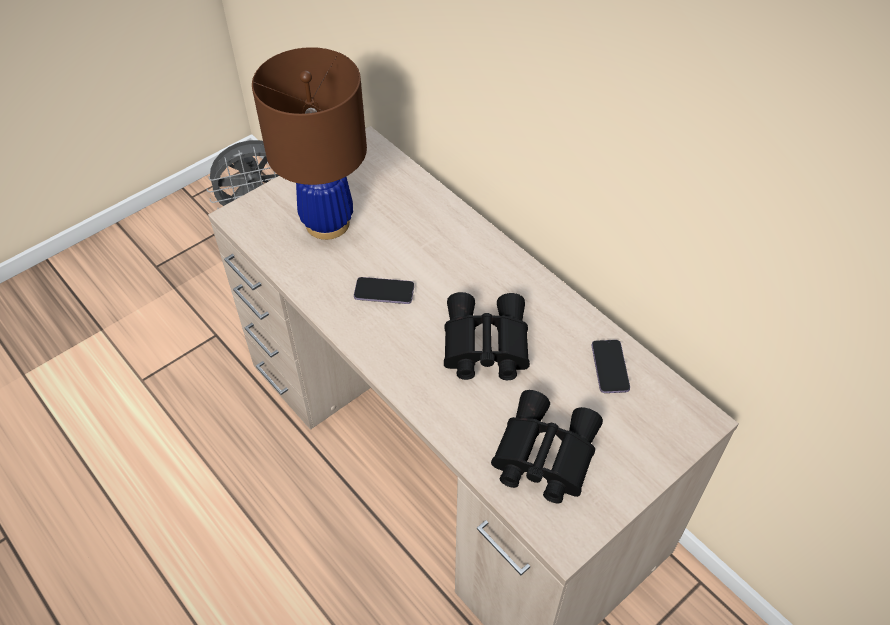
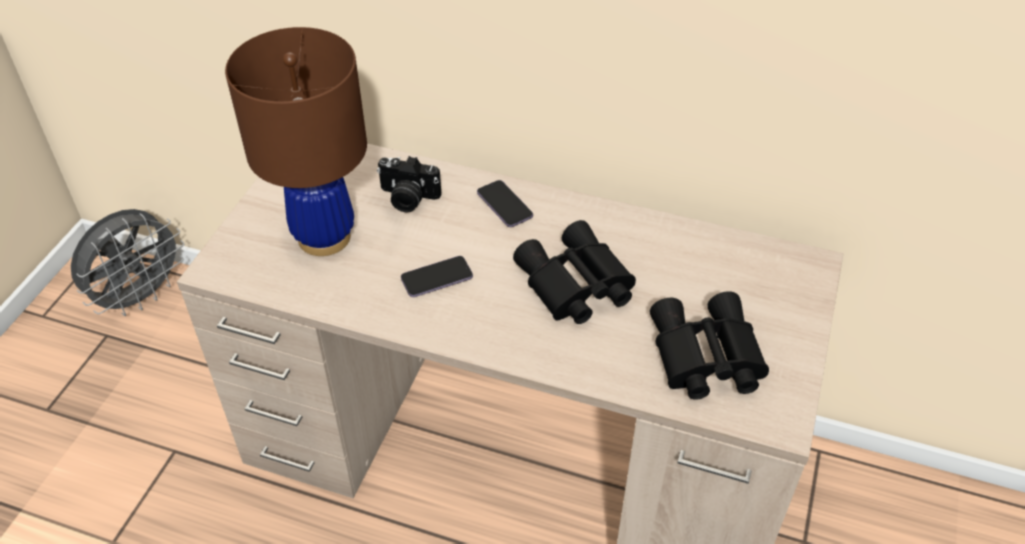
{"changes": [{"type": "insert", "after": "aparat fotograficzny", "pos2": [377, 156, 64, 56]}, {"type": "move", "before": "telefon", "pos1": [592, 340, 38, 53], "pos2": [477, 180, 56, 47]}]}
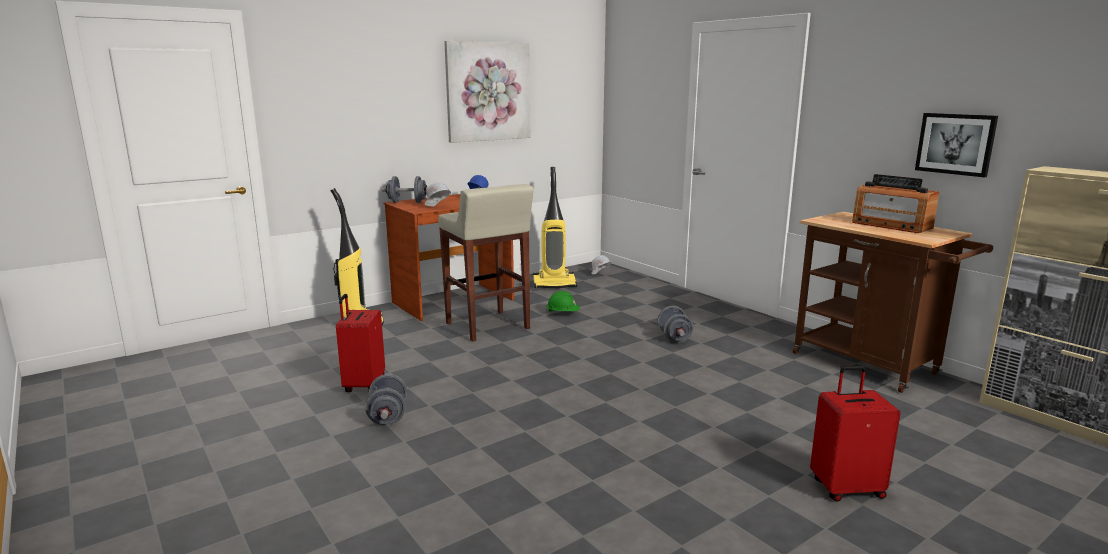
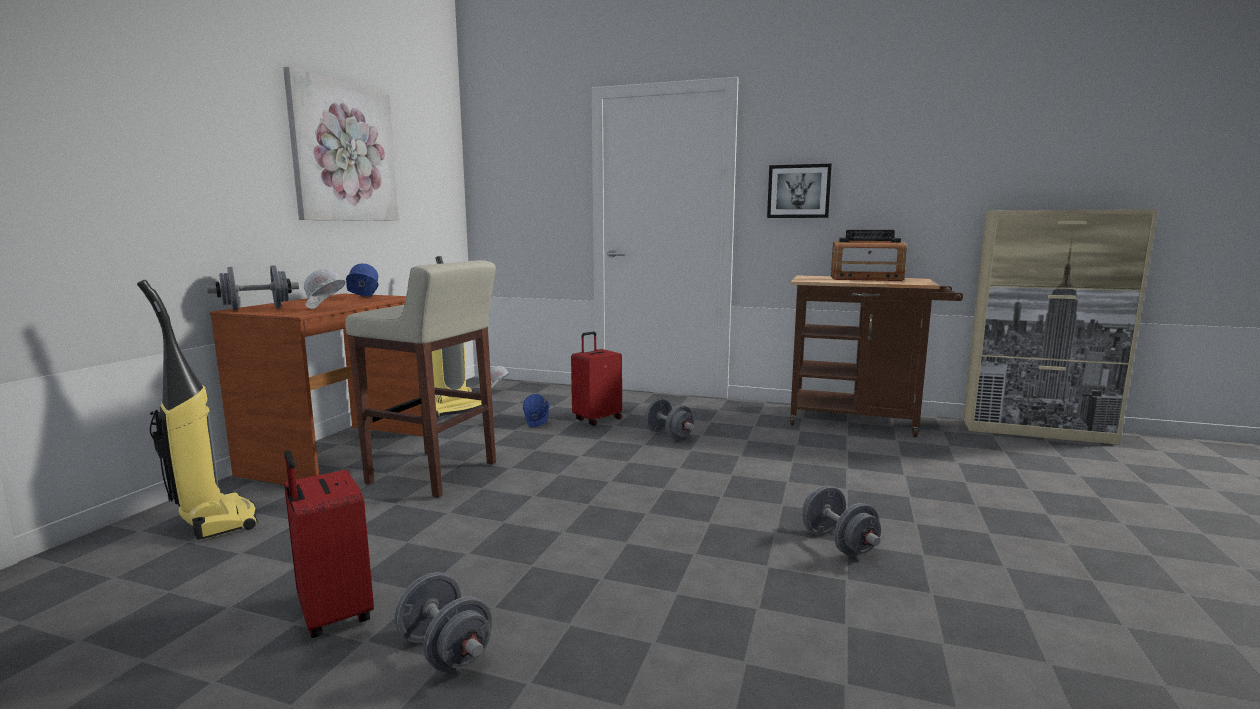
{"changes": [{"type": "delete", "before": "kask [zielony]", "pos1": [546, 291, 34, 22]}, {"type": "insert", "after": "kask [niebieski]", "pos2": [523, 394, 26, 33]}, {"type": "insert", "after": "hantel [szary]", "pos2": [803, 486, 78, 71]}, {"type": "move", "before": "walizka [czerwony]", "pos1": [810, 365, 91, 136], "pos2": [571, 332, 51, 94]}, {"type": "move", "before": "obraz", "pos1": [915, 113, 83, 64], "pos2": [767, 164, 65, 54]}]}
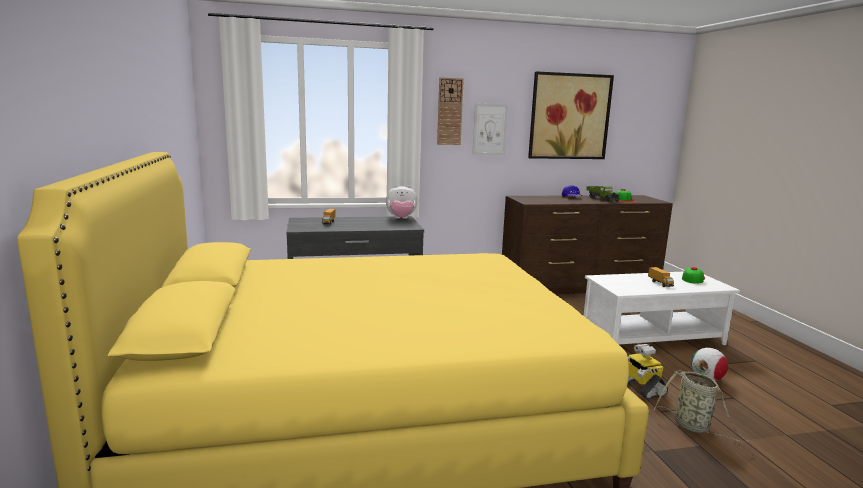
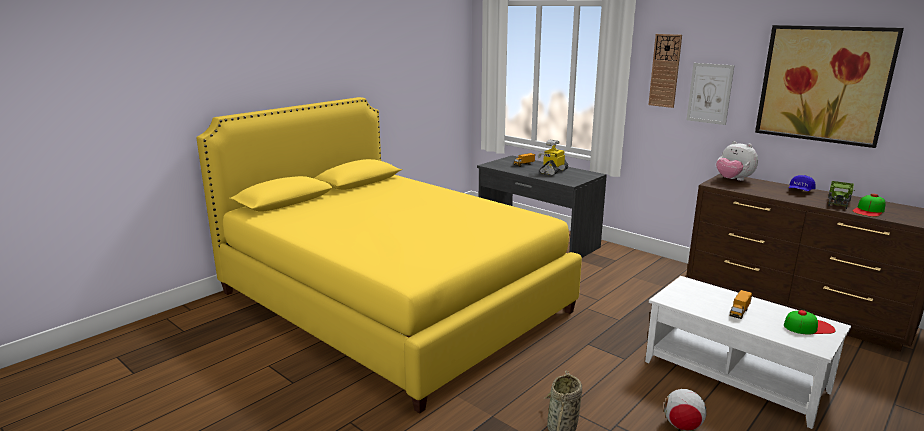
{"changes": [{"type": "move", "before": "pluszak", "pos1": [386, 185, 31, 34], "pos2": [716, 141, 42, 40]}, {"type": "move", "before": "robot zabawkowy", "pos1": [628, 344, 40, 55], "pos2": [538, 140, 30, 36]}]}
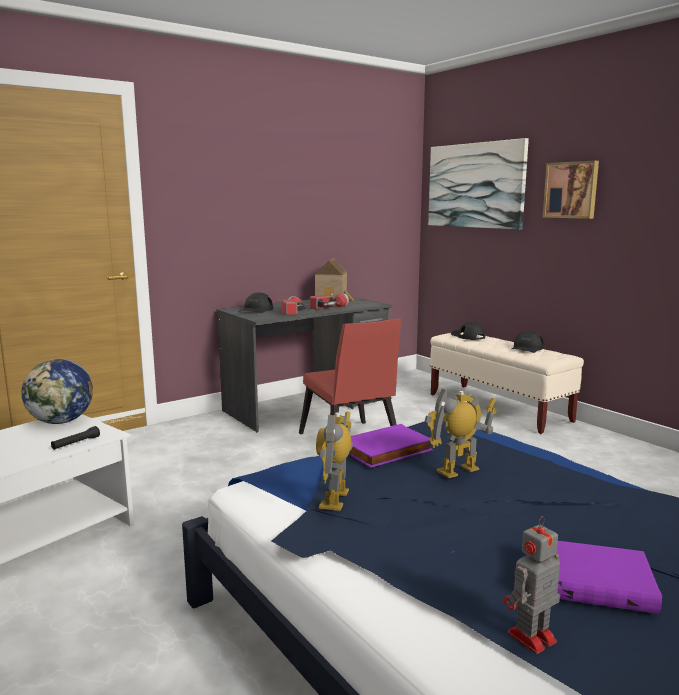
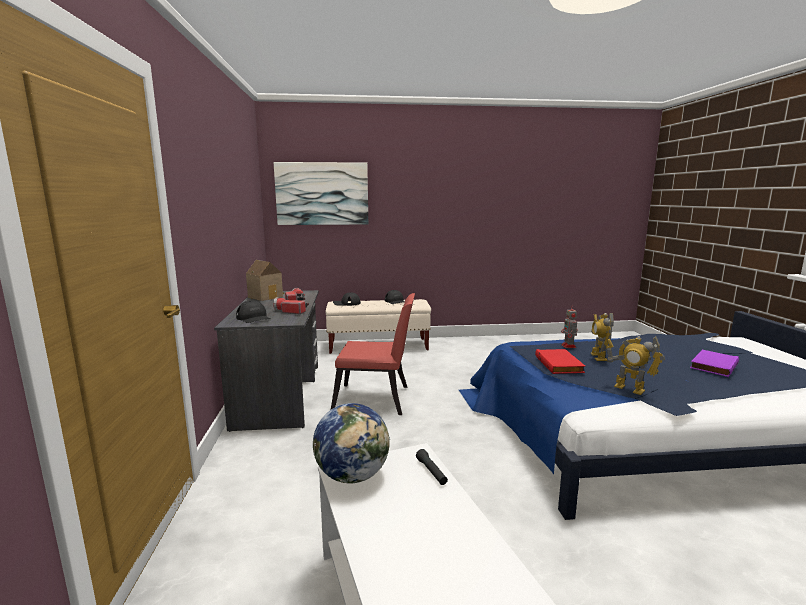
{"changes": [{"type": "delete", "before": "obraz", "pos1": [543, 161, 56, 58]}, {"type": "move", "before": "robot zabawkowy", "pos1": [504, 516, 56, 138], "pos2": [561, 305, 17, 43]}, {"type": "recolor", "before": "książka [fioletowy]", "after": "książka [czerwony]", "pos1": [349, 424, 84, 44], "pos2": [535, 349, 50, 25]}]}
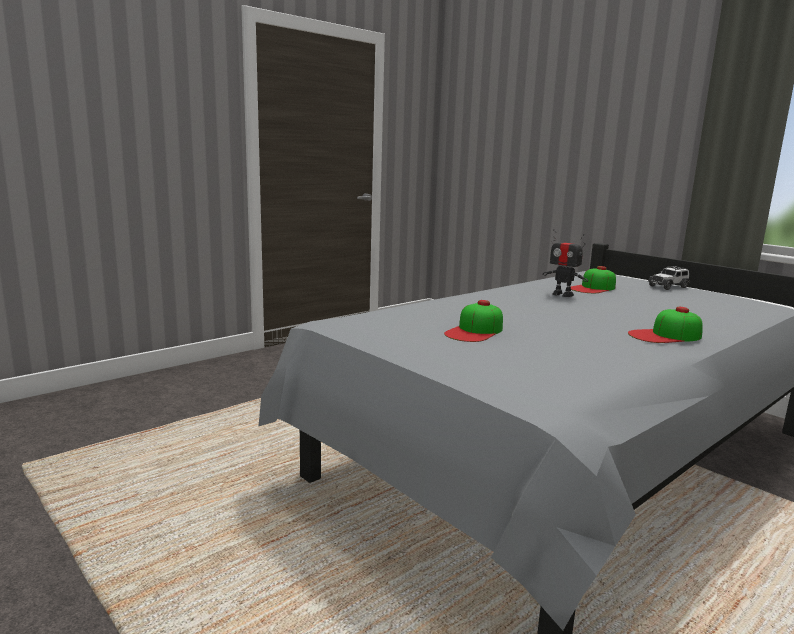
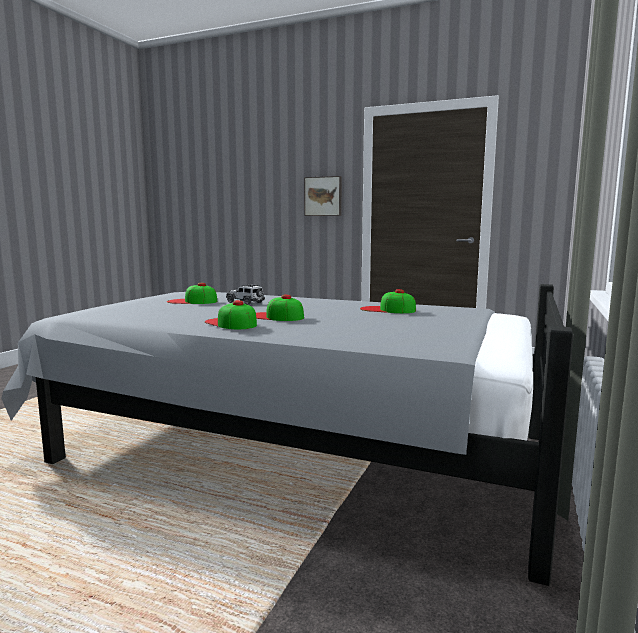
{"changes": [{"type": "delete", "before": "robot zabawkowy", "pos1": [542, 229, 46, 68]}, {"type": "insert", "after": "czapka z daszkiem", "pos2": [256, 294, 48, 27]}, {"type": "insert", "after": "obraz", "pos2": [304, 176, 38, 40]}, {"type": "move", "before": "samochodzik", "pos1": [648, 266, 42, 24], "pos2": [226, 284, 39, 21]}]}
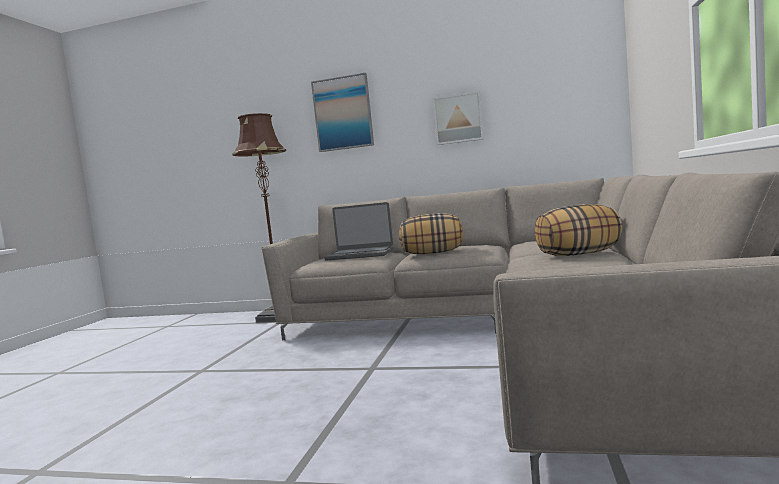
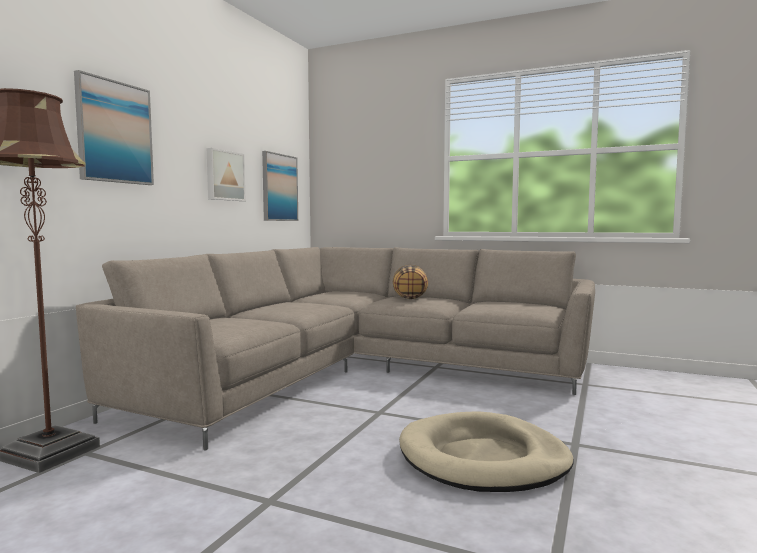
{"changes": [{"type": "delete", "before": "laptop", "pos1": [324, 202, 69, 58]}, {"type": "delete", "before": "poduszka", "pos1": [399, 213, 64, 41]}, {"type": "insert", "after": "obraz", "pos2": [262, 151, 36, 70]}, {"type": "insert", "after": "legowisko [beżowy]", "pos2": [399, 411, 175, 81]}]}
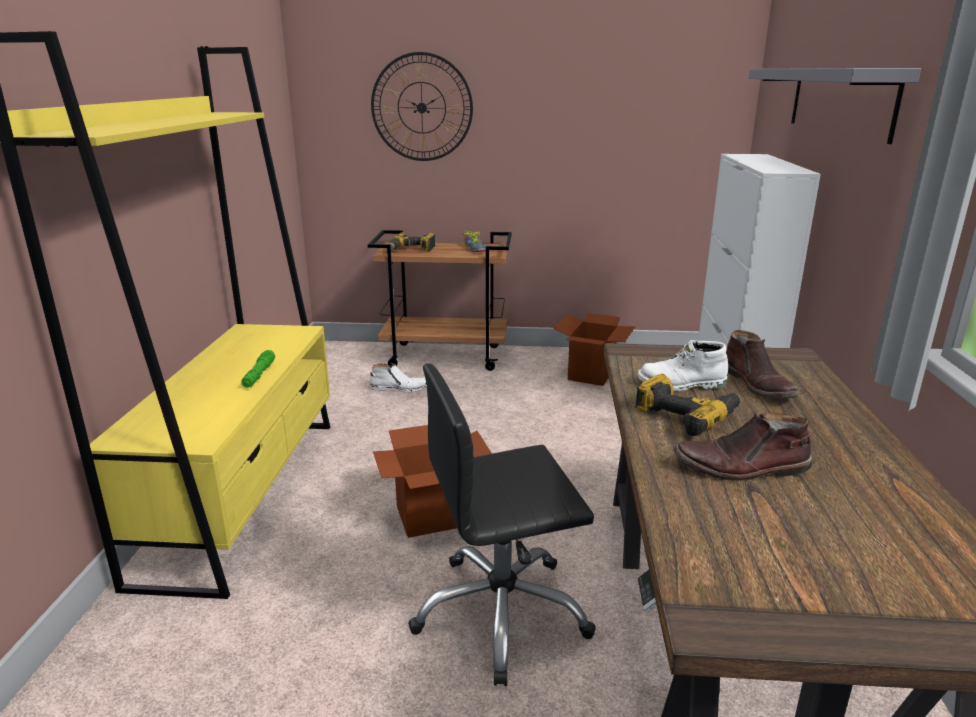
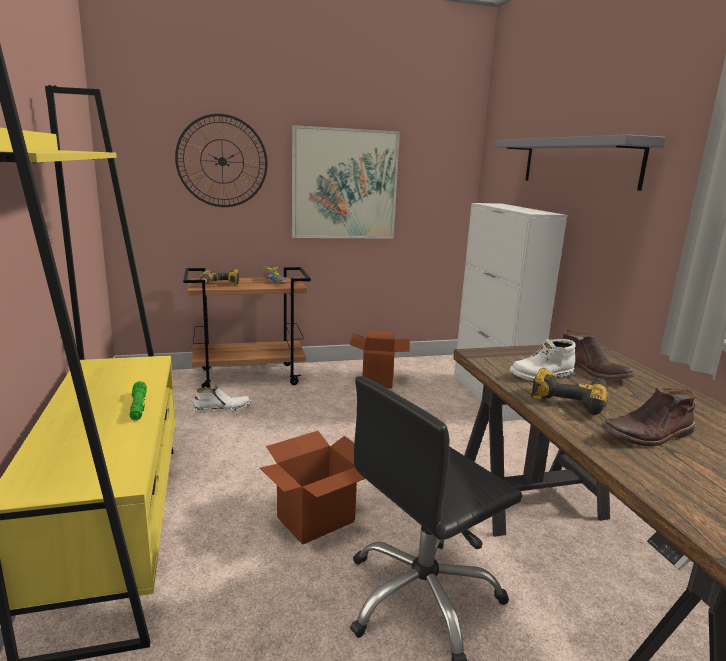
{"changes": [{"type": "insert", "after": "obraz", "pos2": [292, 125, 108, 114]}]}
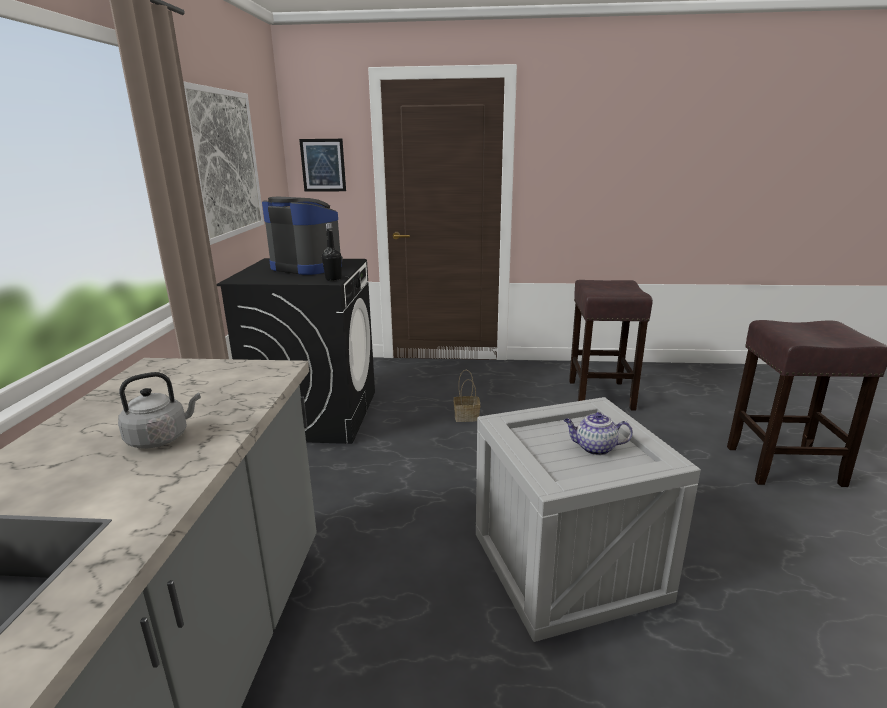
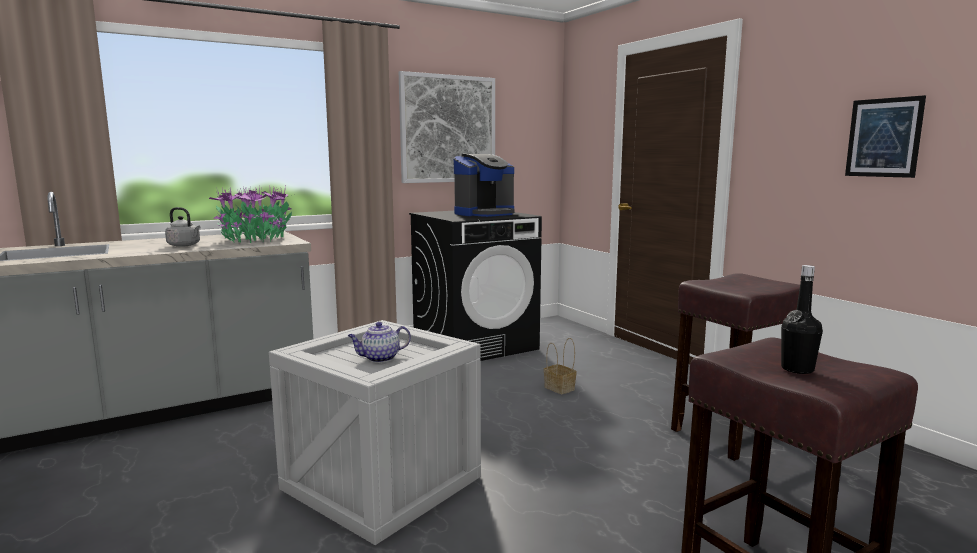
{"changes": [{"type": "insert", "after": "roślina doniczkowa", "pos2": [209, 185, 83, 58]}, {"type": "move", "before": "obraz", "pos1": [299, 139, 47, 53], "pos2": [845, 95, 81, 83]}, {"type": "move", "before": "butelka [czarny]", "pos1": [322, 223, 19, 58], "pos2": [781, 265, 42, 109]}, {"type": "rotate", "before": "ekspres do kawy", "pos1": [262, 197, 81, 78], "pos2": [454, 154, 61, 63], "turn": 60}, {"type": "rotate", "before": "imbryk", "pos1": [564, 412, 69, 44], "pos2": [348, 322, 63, 41], "turn": -90}]}
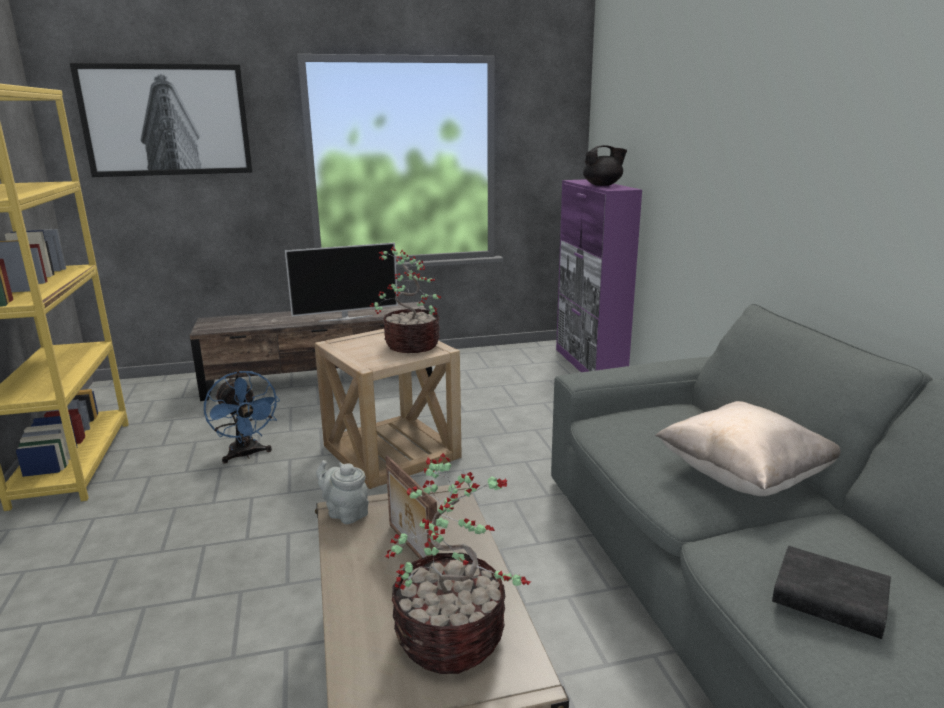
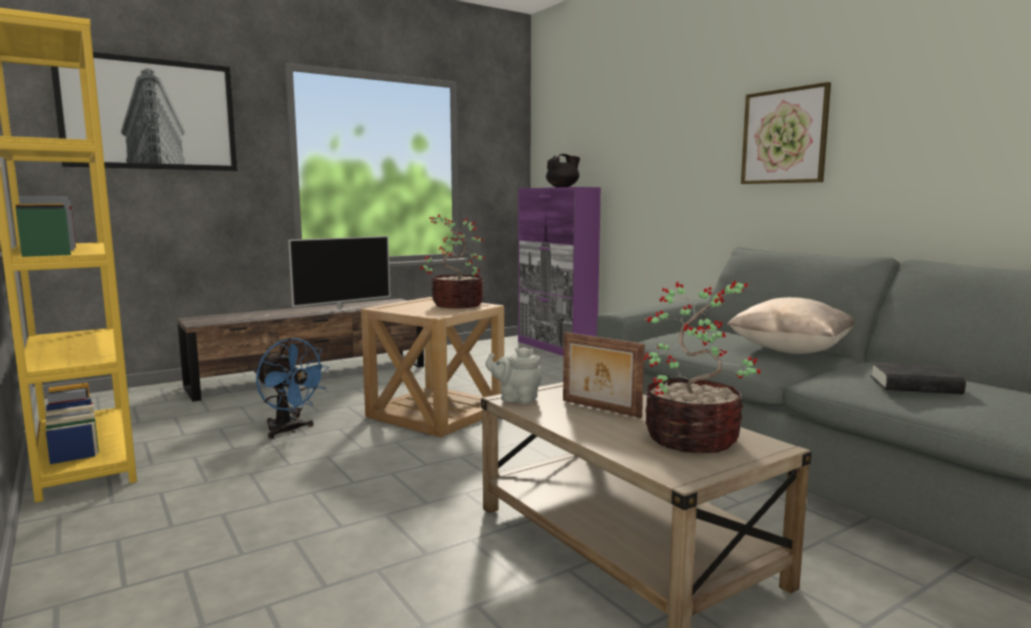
{"changes": [{"type": "insert", "after": "obraz", "pos2": [741, 82, 90, 102]}]}
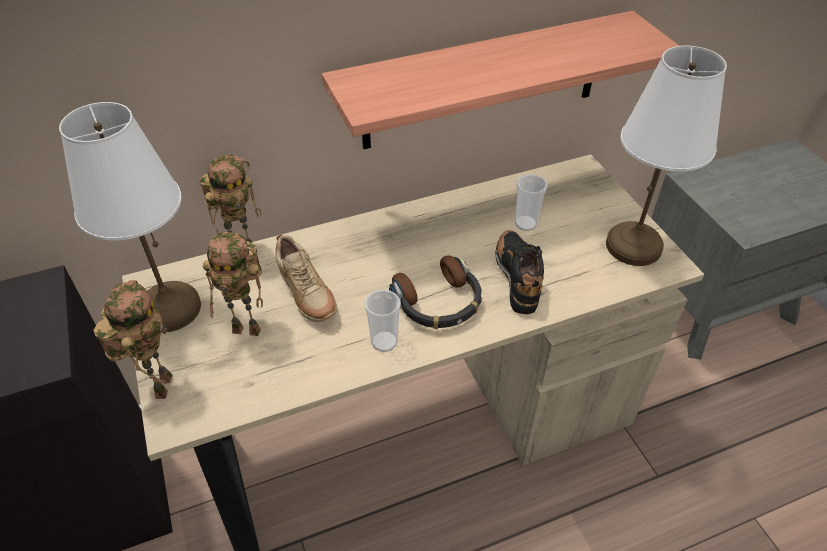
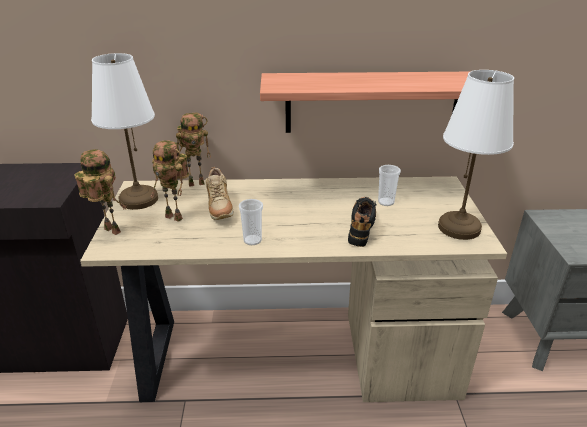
{"changes": [{"type": "delete", "before": "słuchawki", "pos1": [389, 255, 93, 74]}, {"type": "rotate", "before": "robot zabawkowy", "pos1": [94, 280, 79, 119], "pos2": [74, 149, 54, 86], "turn": -75}]}
